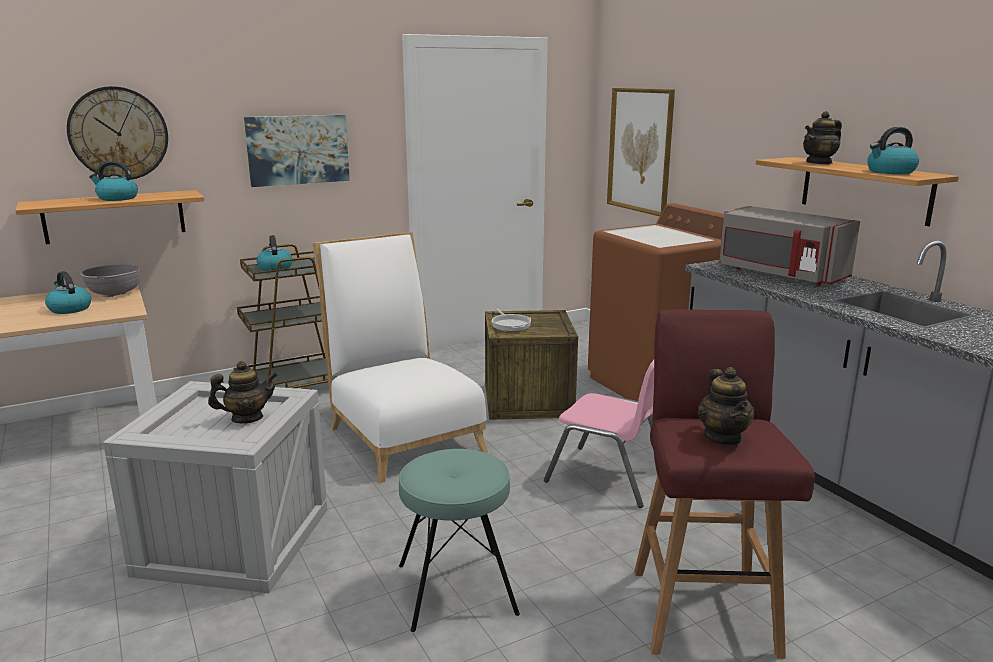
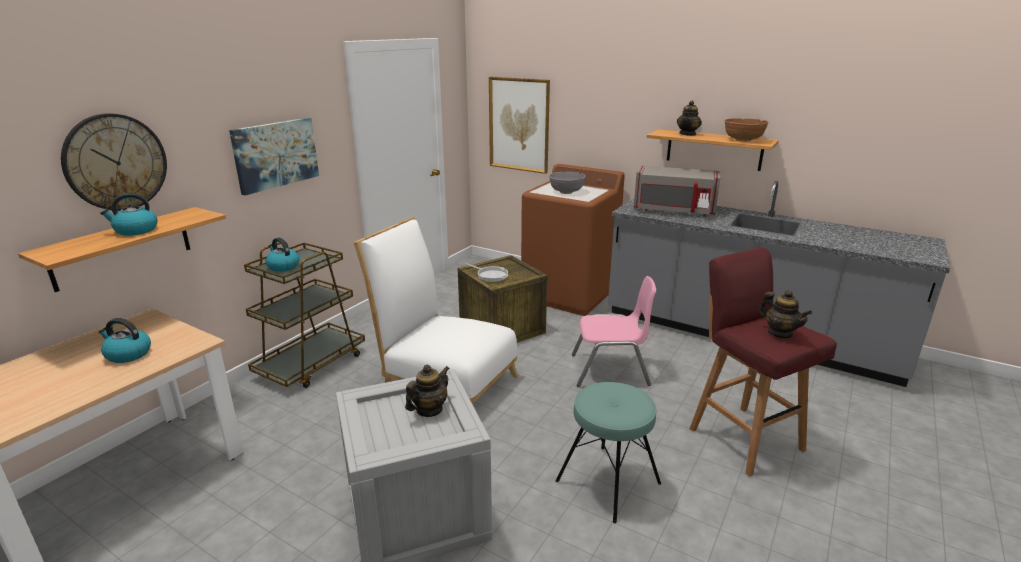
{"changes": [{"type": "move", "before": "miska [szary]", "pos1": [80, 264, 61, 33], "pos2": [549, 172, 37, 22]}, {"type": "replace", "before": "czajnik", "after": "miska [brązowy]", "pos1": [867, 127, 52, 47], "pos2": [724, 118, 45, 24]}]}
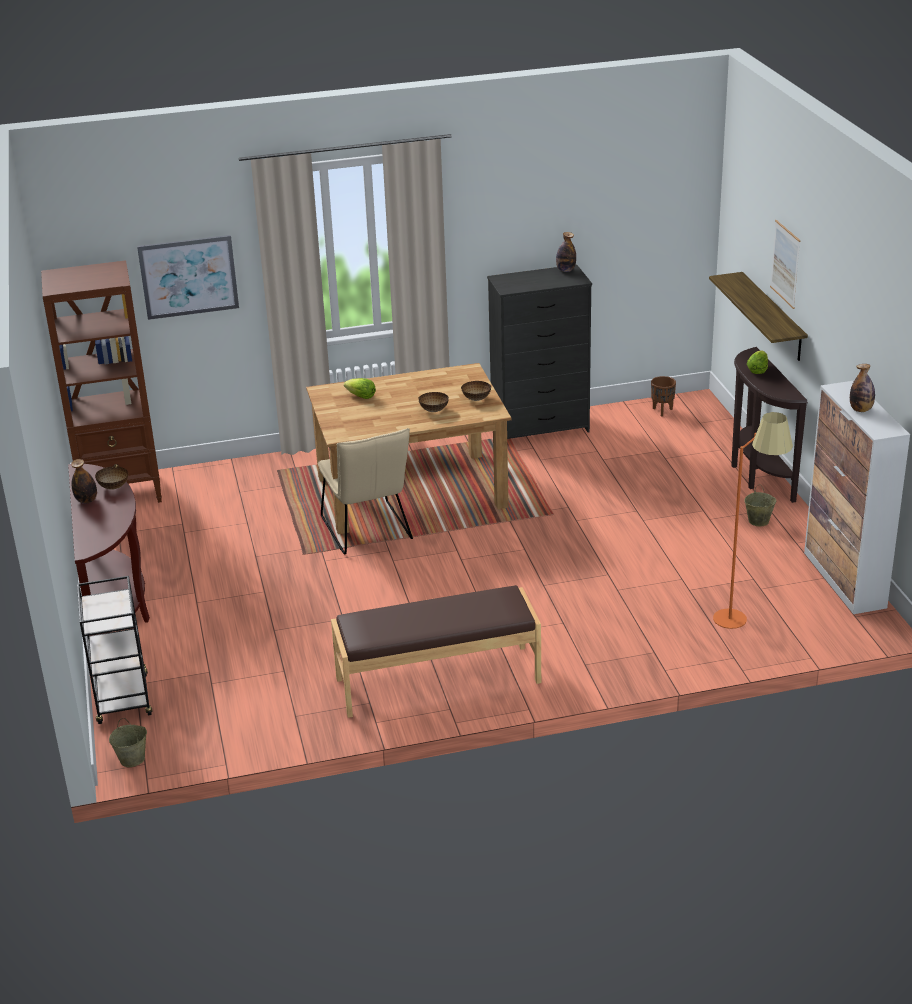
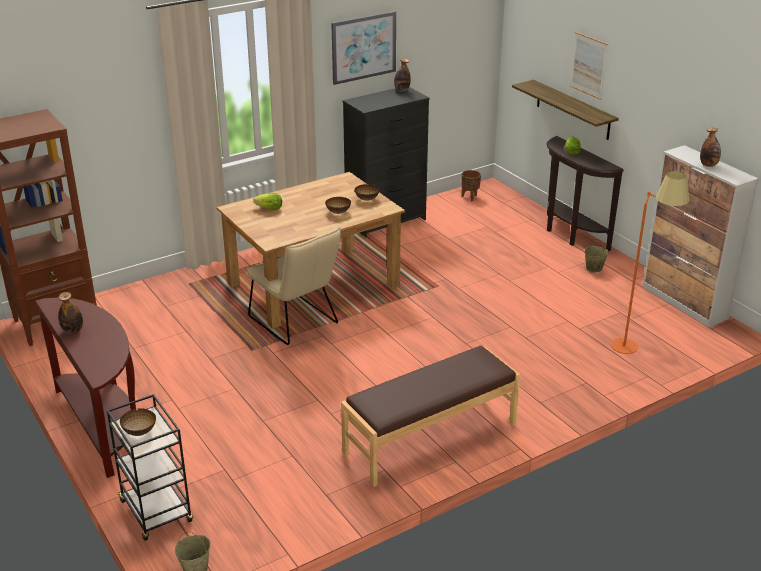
{"changes": [{"type": "move", "before": "miska", "pos1": [95, 466, 33, 24], "pos2": [120, 408, 36, 28]}, {"type": "move", "before": "obraz", "pos1": [137, 235, 102, 85], "pos2": [331, 11, 65, 74]}]}
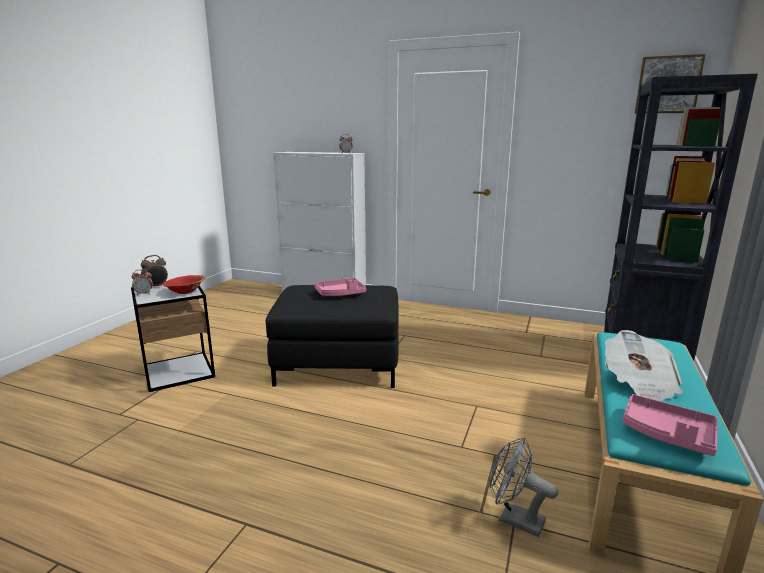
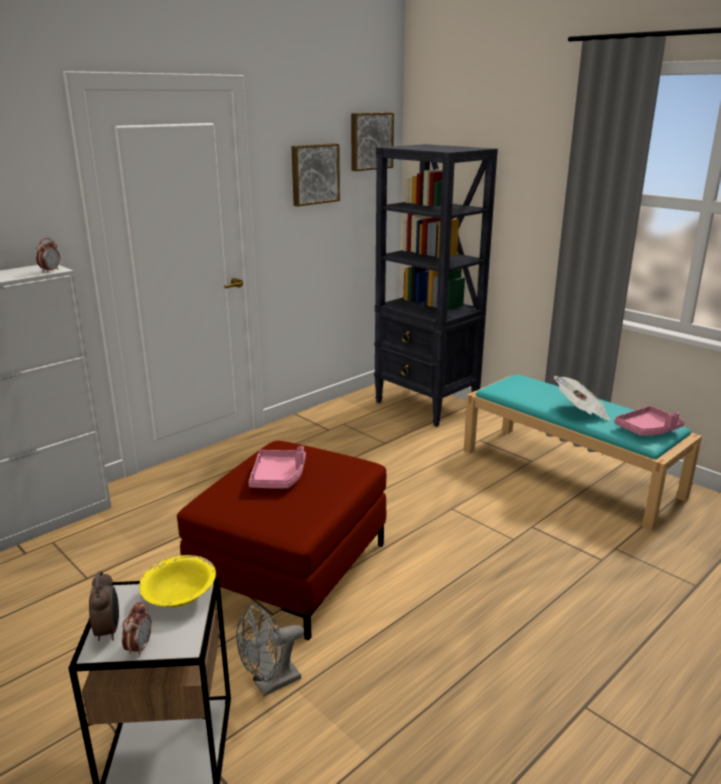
{"changes": [{"type": "insert", "after": "obraz", "pos2": [291, 143, 49, 63]}, {"type": "move", "before": "wentylator [szary]", "pos1": [489, 437, 69, 100], "pos2": [236, 604, 68, 92]}, {"type": "recolor", "before": "miska [czerwony]", "after": "miska [żółty]", "pos1": [163, 275, 42, 19], "pos2": [139, 555, 77, 53]}, {"type": "recolor", "before": "pufa [czarny]", "after": "pufa [czerwony]", "pos1": [266, 285, 133, 103], "pos2": [177, 441, 209, 200]}]}
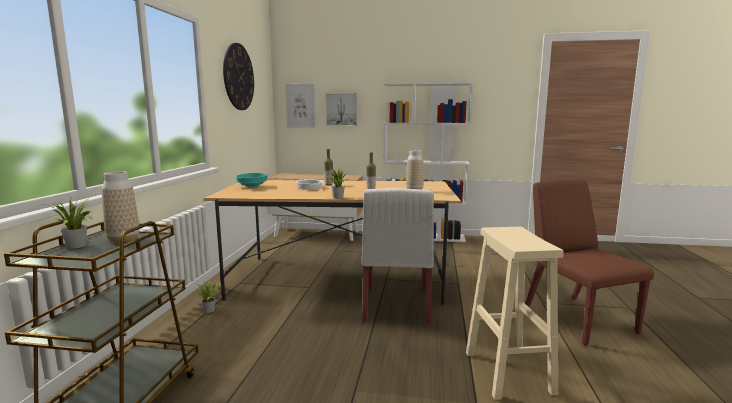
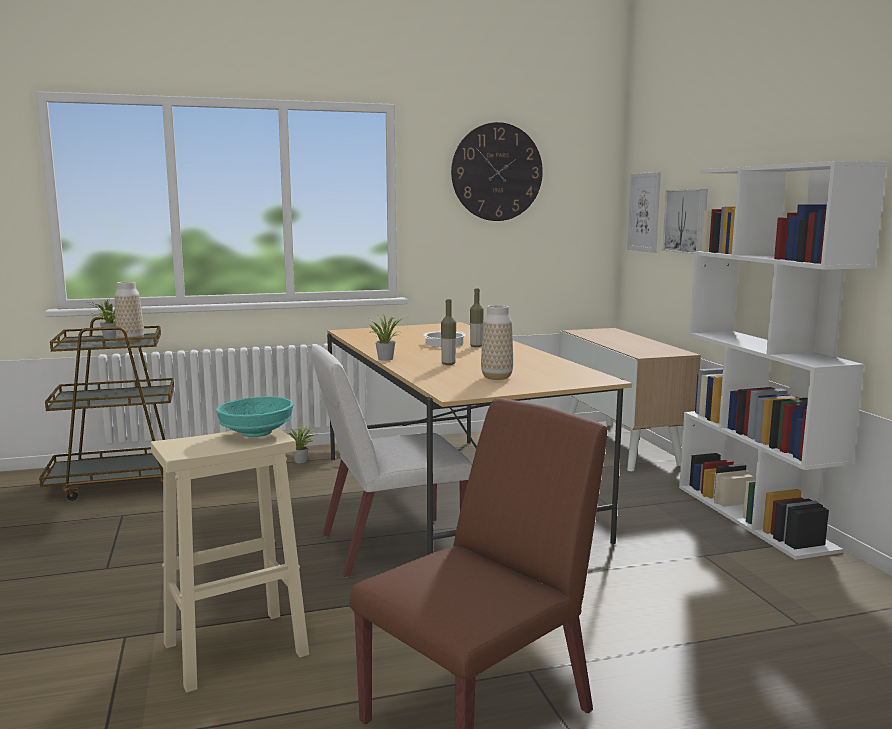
{"changes": [{"type": "move", "before": "miska [turkusowy]", "pos1": [236, 173, 32, 15], "pos2": [216, 397, 77, 40]}]}
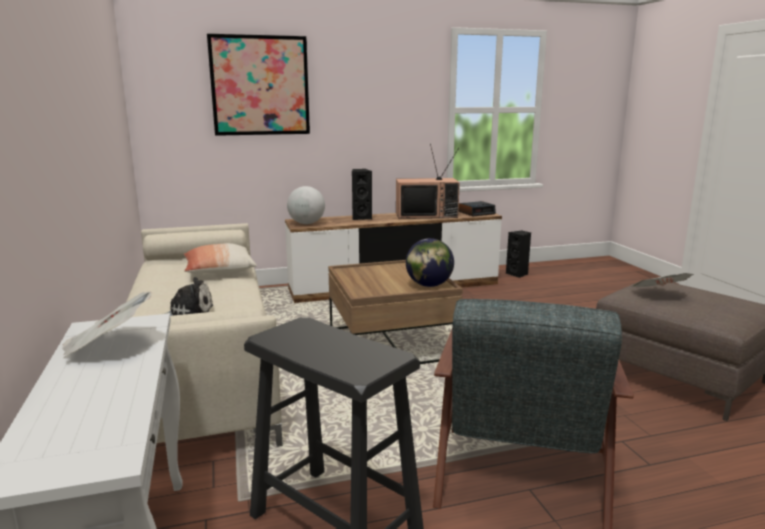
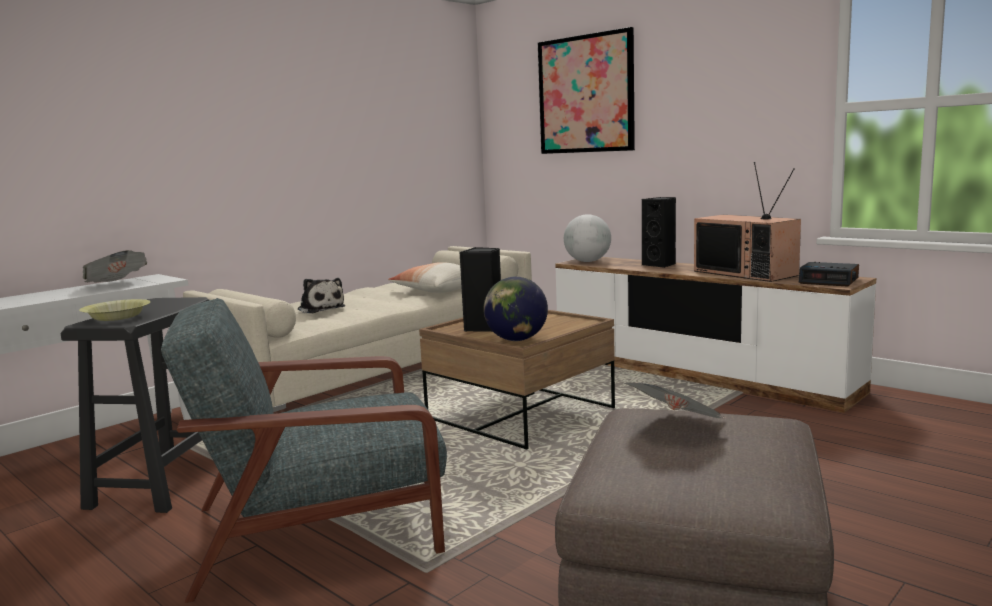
{"changes": [{"type": "insert", "after": "miska [żółty]", "pos2": [79, 299, 71, 22]}, {"type": "move", "before": "głośnik [czarny]", "pos1": [506, 231, 25, 47], "pos2": [460, 247, 41, 85]}]}
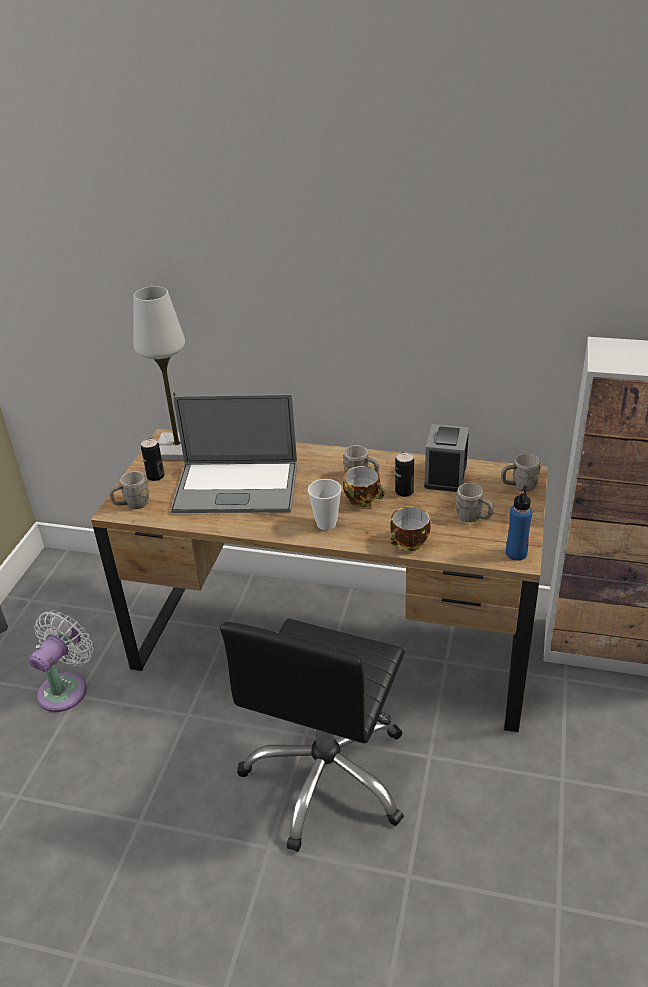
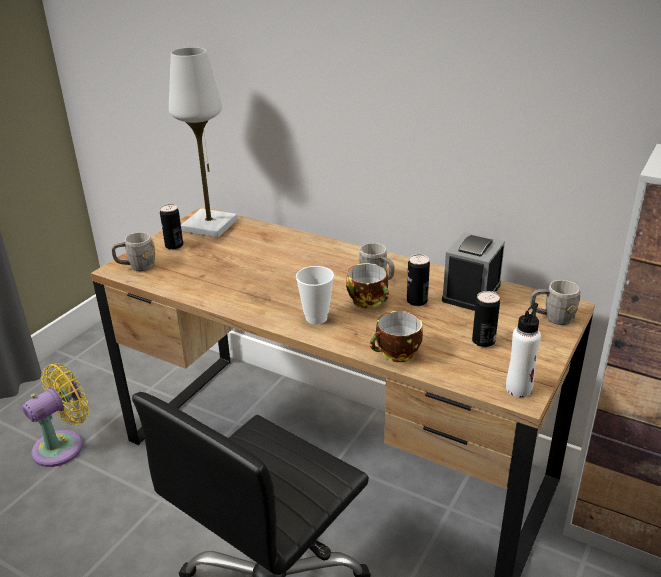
{"changes": [{"type": "delete", "before": "laptop", "pos1": [171, 394, 126, 119]}, {"type": "replace", "before": "kubek [szary]", "after": "puszka", "pos1": [455, 483, 38, 39], "pos2": [472, 291, 28, 56]}, {"type": "recolor", "before": "wentylator [biały]", "after": "wentylator [żółty]", "pos1": [29, 610, 64, 102], "pos2": [22, 363, 67, 104]}, {"type": "recolor", "before": "butelka [niebieski]", "after": "butelka [biały]", "pos1": [506, 485, 26, 76], "pos2": [506, 303, 35, 94]}]}
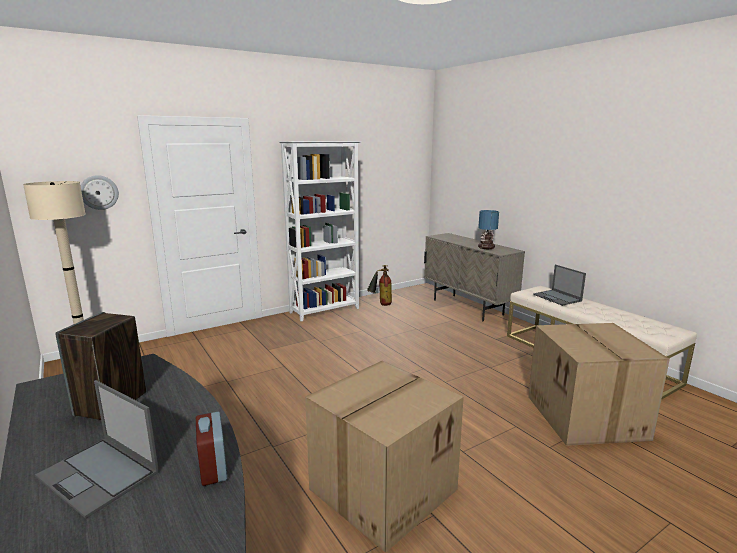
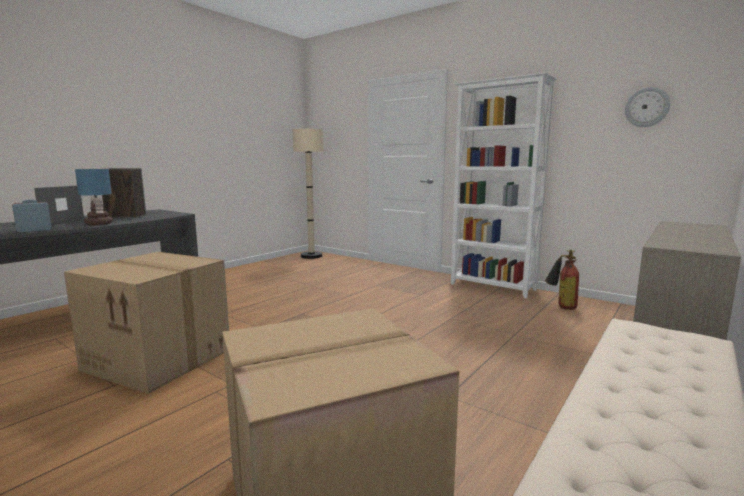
{"changes": [{"type": "delete", "before": "laptop", "pos1": [533, 264, 53, 42]}, {"type": "move", "before": "zegar ścienny", "pos1": [80, 175, 39, 35], "pos2": [625, 87, 45, 40]}, {"type": "move", "before": "lampa stołowa", "pos1": [478, 210, 21, 39], "pos2": [75, 169, 38, 56]}]}
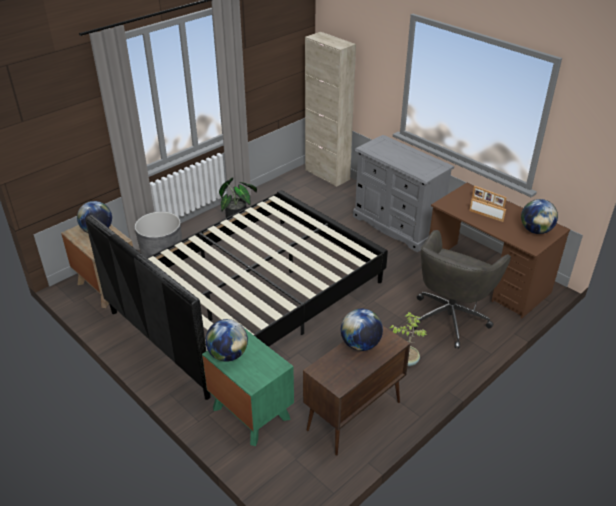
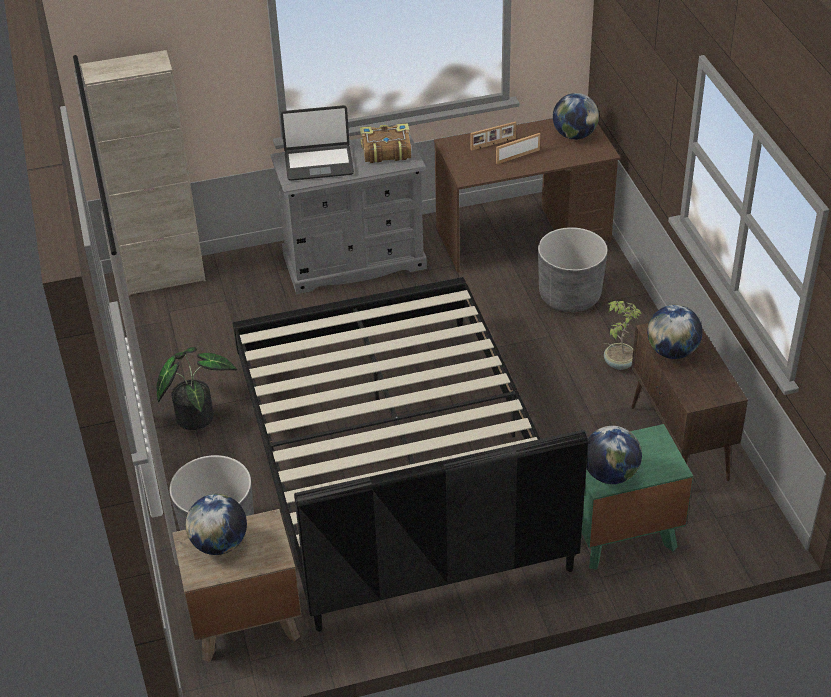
{"changes": [{"type": "insert", "after": "laptop", "pos2": [281, 105, 73, 76]}, {"type": "insert", "after": "książka", "pos2": [360, 123, 51, 40]}, {"type": "replace", "before": "krzesło biurowe [szary]", "after": "donica [szary]", "pos1": [412, 230, 99, 119], "pos2": [538, 227, 70, 85]}]}
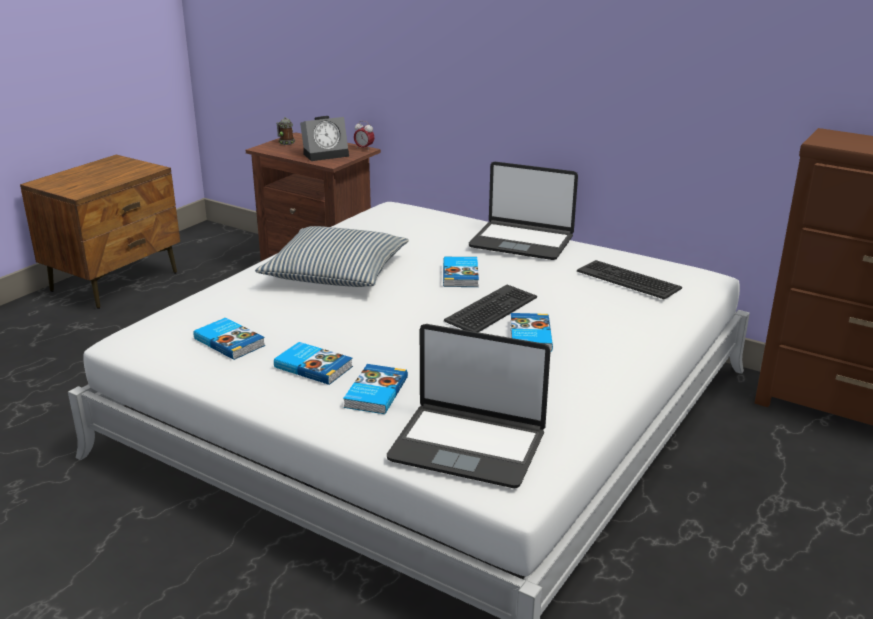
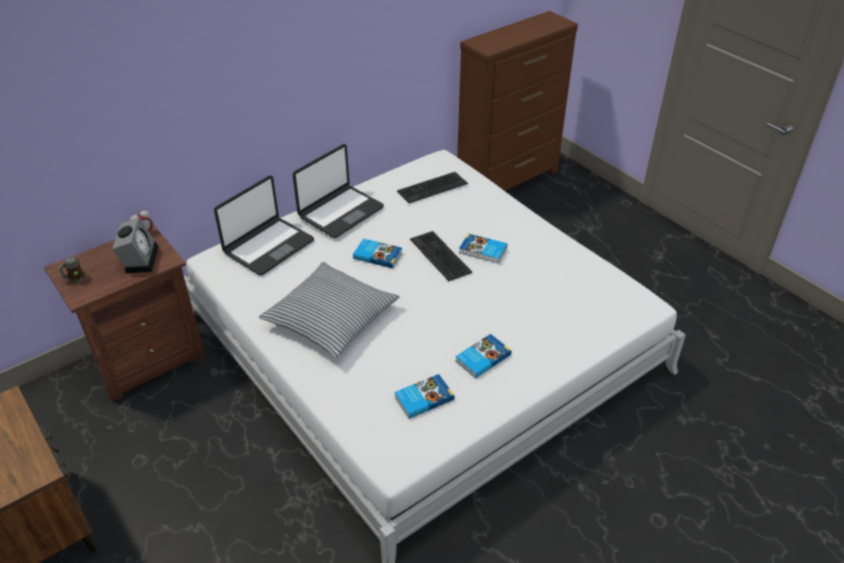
{"changes": [{"type": "delete", "before": "książka", "pos1": [343, 364, 65, 50]}, {"type": "move", "before": "laptop", "pos1": [387, 324, 164, 164], "pos2": [214, 176, 100, 99]}]}
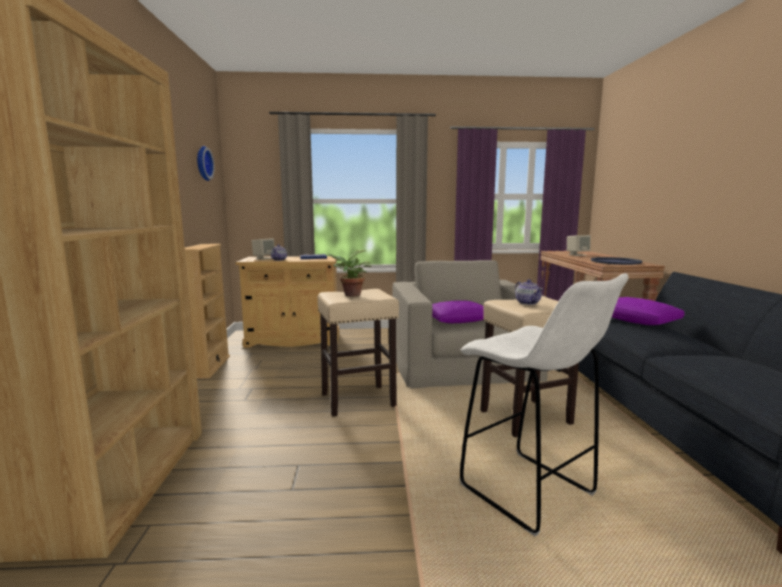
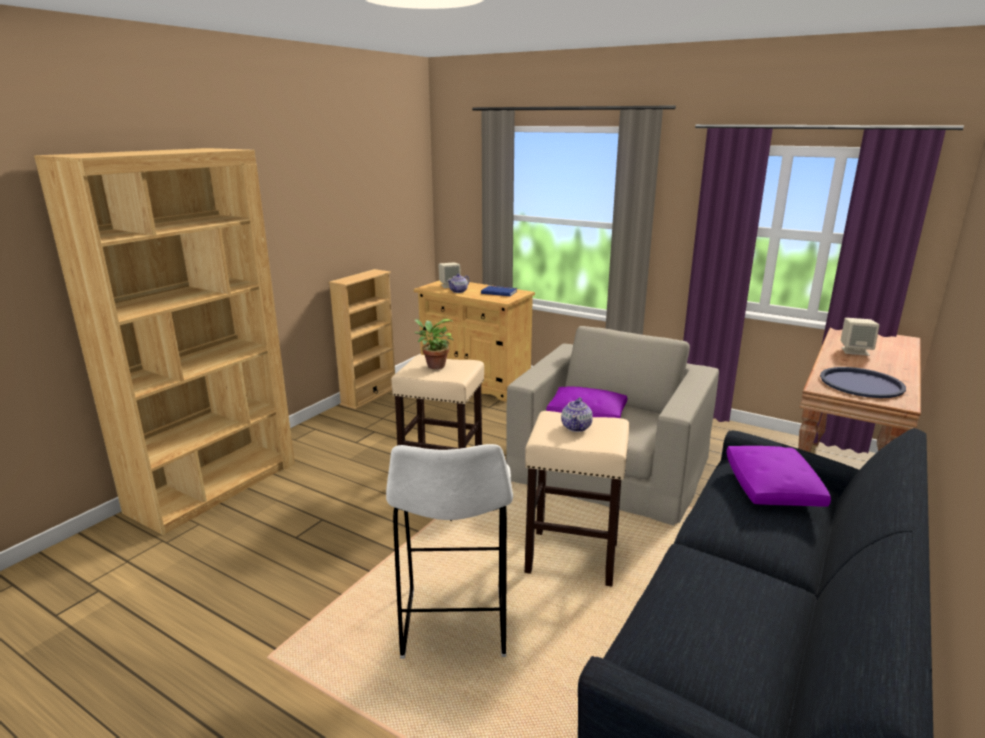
{"changes": [{"type": "delete", "before": "zegar ścienny", "pos1": [197, 146, 18, 35]}]}
